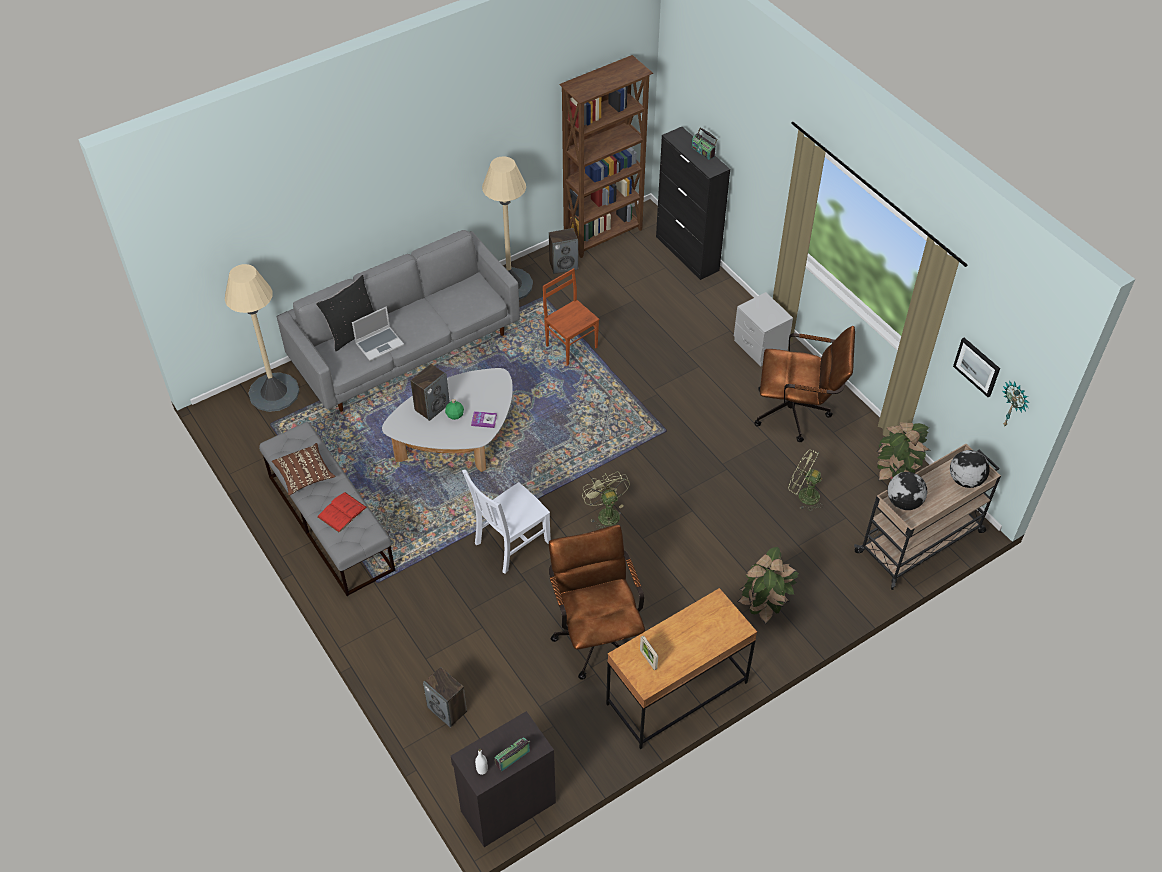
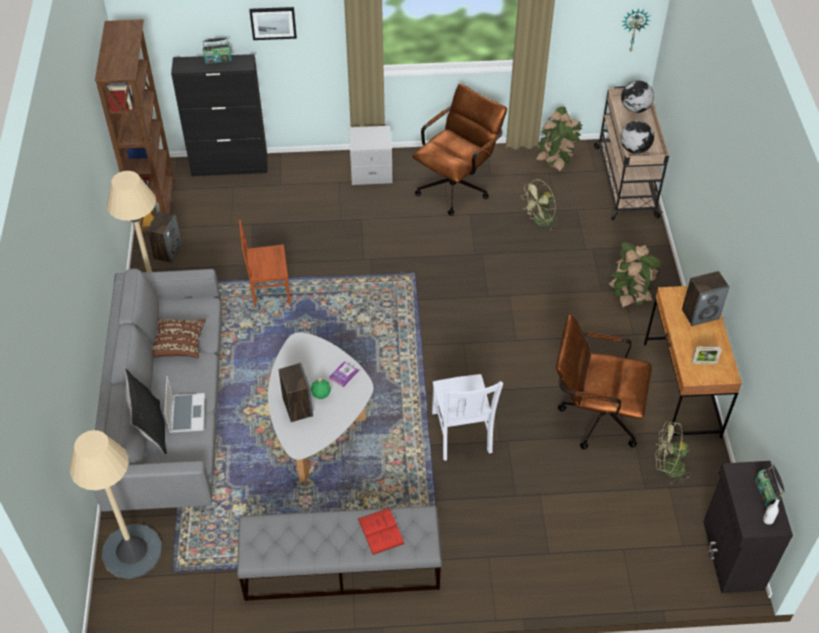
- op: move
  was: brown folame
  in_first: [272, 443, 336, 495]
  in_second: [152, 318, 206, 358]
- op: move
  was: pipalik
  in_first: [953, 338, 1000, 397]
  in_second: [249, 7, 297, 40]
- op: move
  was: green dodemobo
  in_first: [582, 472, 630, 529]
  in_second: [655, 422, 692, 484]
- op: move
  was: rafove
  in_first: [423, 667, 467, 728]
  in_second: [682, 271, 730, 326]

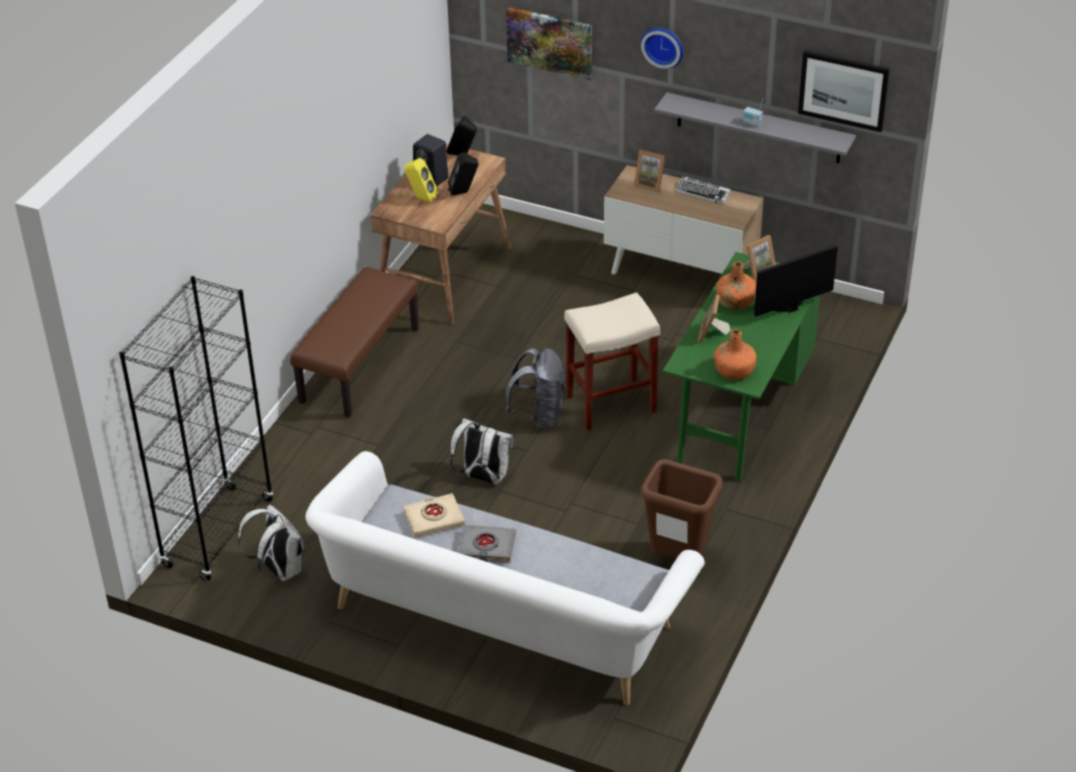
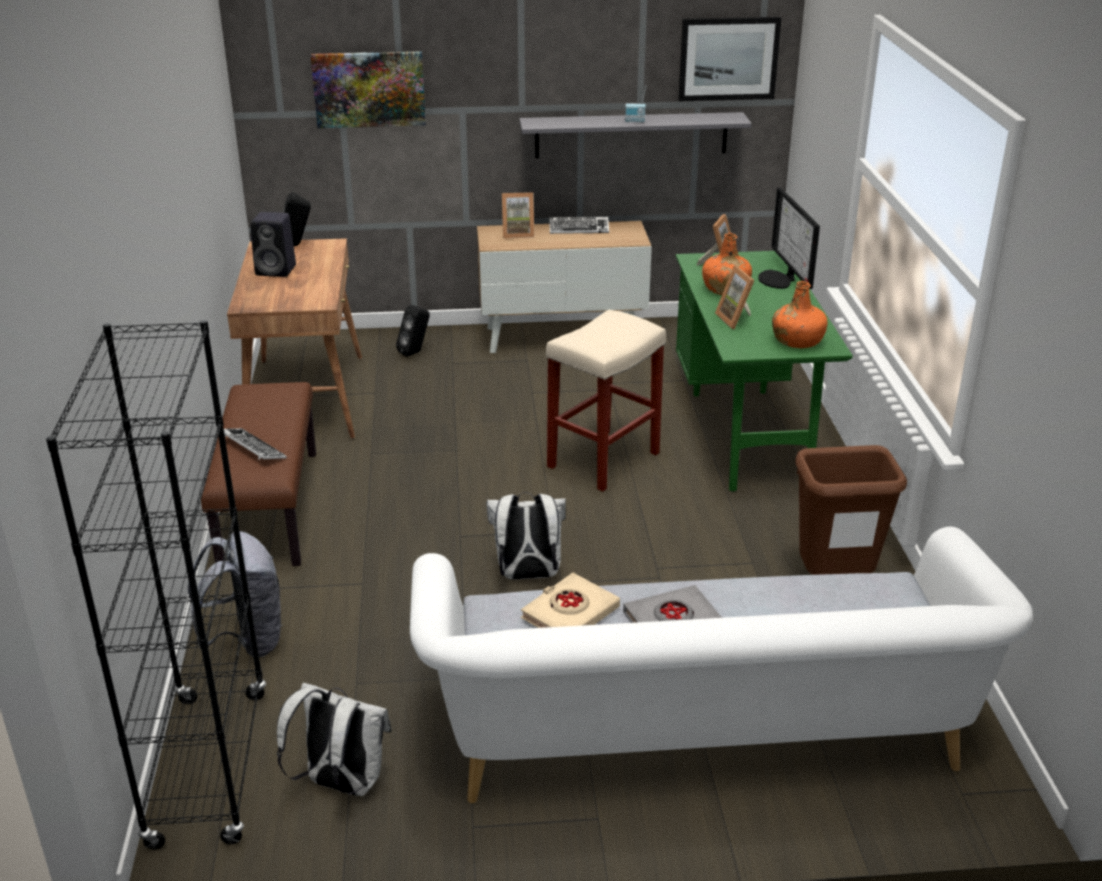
- op: move
  was: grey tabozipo
  in_first: [505, 348, 566, 430]
  in_second: [188, 531, 283, 657]
- op: insert
  now: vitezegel
  in_second: [224, 428, 287, 460]
- op: move
  was: black rafove
  in_first: [448, 152, 478, 196]
  in_second: [396, 305, 430, 357]
- op: rotate
  was: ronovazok
  in_first: [754, 245, 838, 317]
  in_second: [758, 188, 820, 289]
  clockwise: -45
- op: delete
  was: yellow rafove
  in_first: [404, 158, 438, 203]
- op: delete
  was: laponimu
  in_first: [641, 27, 683, 69]

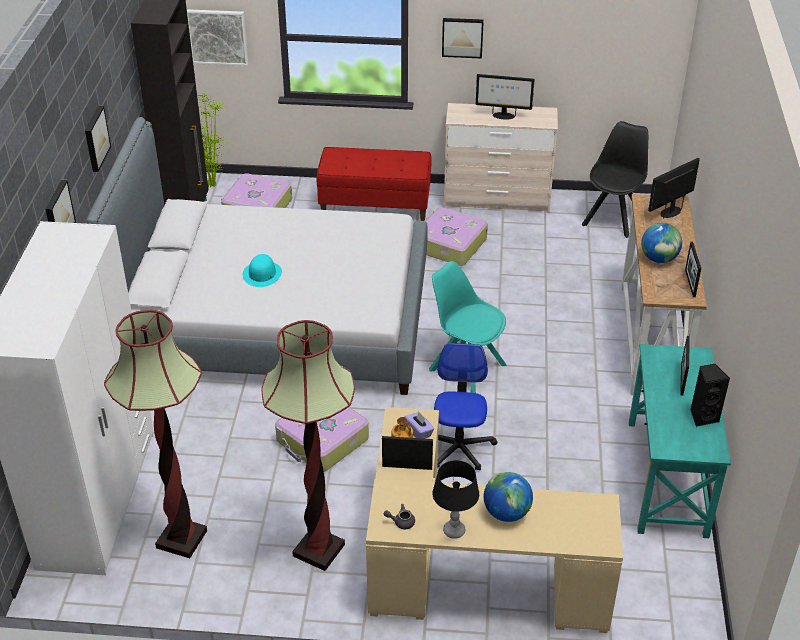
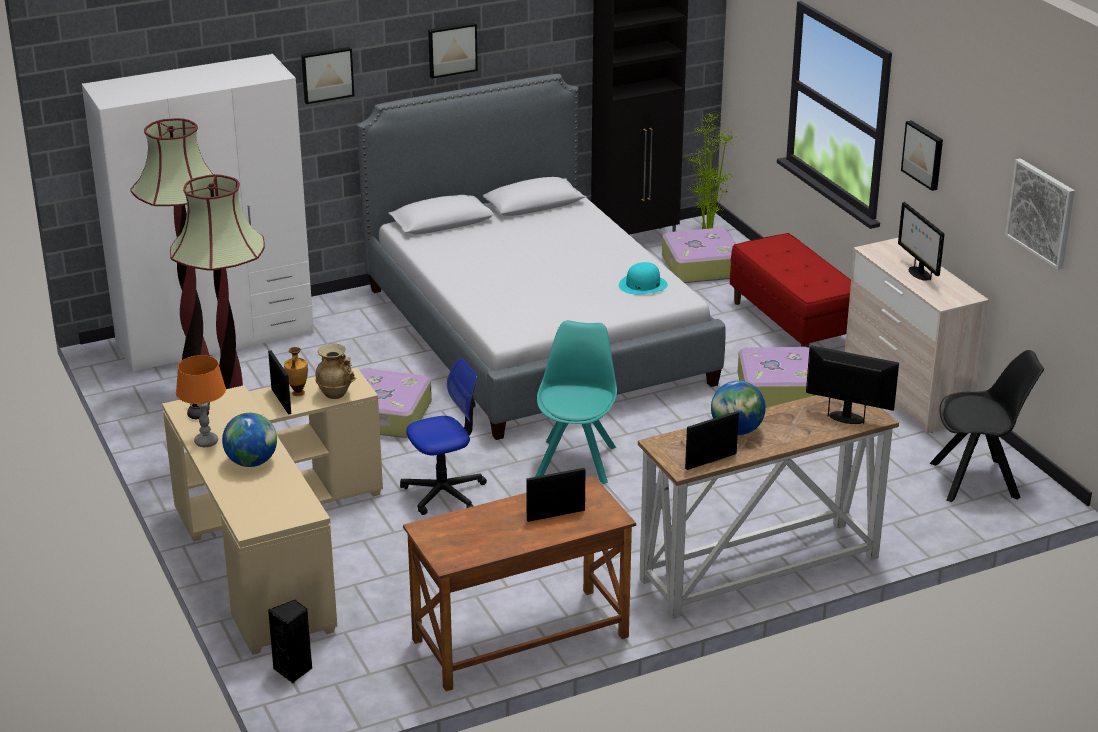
- op: recolor
  was: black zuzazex
  now: orange zuzazex
  in_first: [432, 460, 479, 539]
  in_second: [176, 355, 226, 447]
- op: move
  was: black rafove
  in_first: [690, 363, 730, 427]
  in_second: [268, 600, 312, 683]
- op: replace
  was: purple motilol
  now: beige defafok
  in_first: [404, 412, 434, 439]
  in_second: [315, 344, 356, 399]
- op: recolor
  was: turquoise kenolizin
  now: brown kenolizin
  in_first: [629, 344, 731, 538]
  in_second: [403, 475, 636, 691]
- op: move
  was: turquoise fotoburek
  in_first: [243, 254, 282, 287]
  in_second: [619, 262, 668, 294]
- op: move
  was: pipalik
  in_first: [187, 9, 248, 66]
  in_second: [1005, 158, 1075, 270]

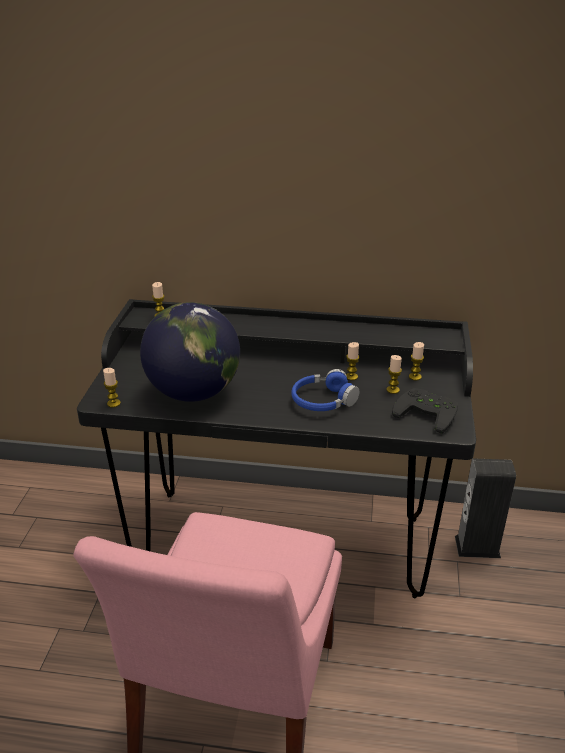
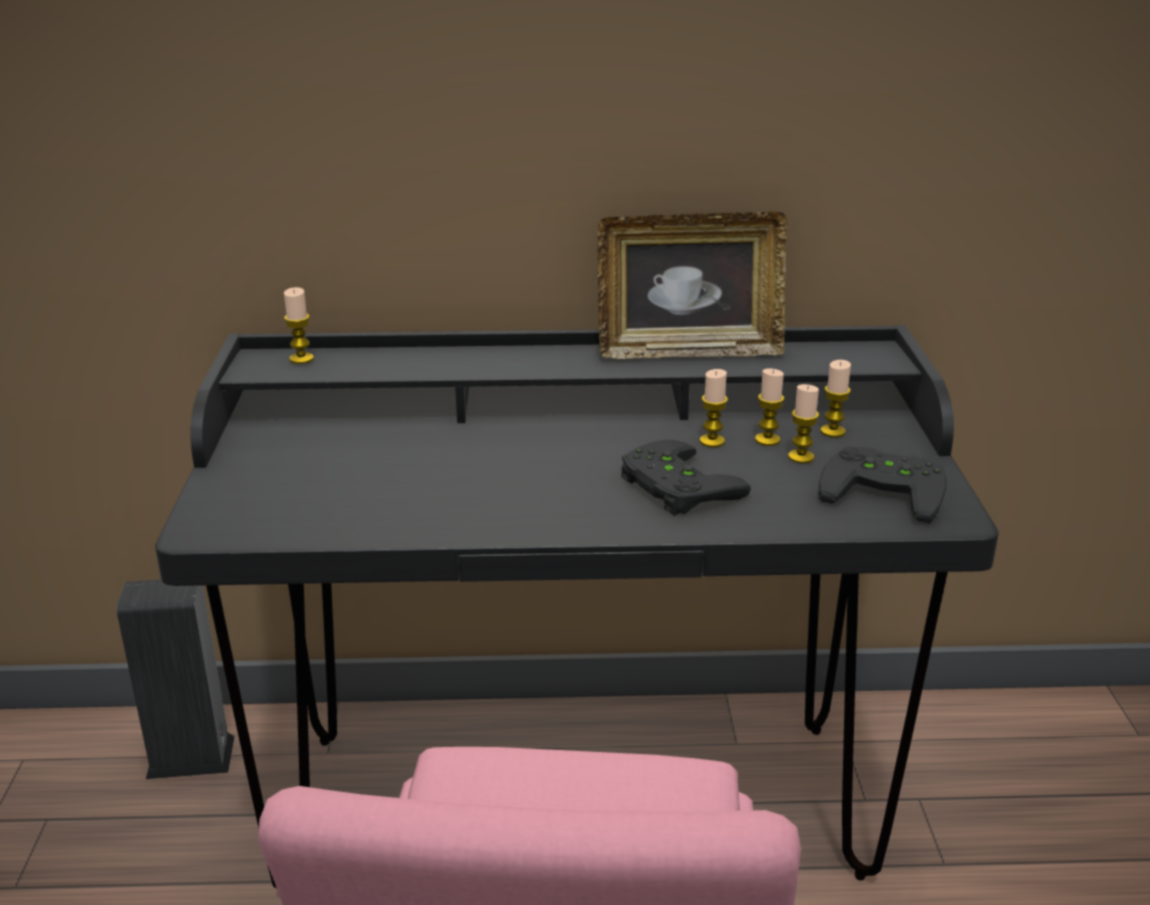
- op: move
  was: rafove
  in_first: [455, 458, 516, 558]
  in_second: [117, 580, 235, 779]
- op: insert
  now: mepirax
  in_second: [597, 212, 787, 359]
- op: replace
  was: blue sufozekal
  now: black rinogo
  in_first: [292, 369, 359, 411]
  in_second: [621, 440, 751, 516]
- op: move
  was: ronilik
  in_first: [103, 368, 121, 408]
  in_second: [755, 368, 784, 446]
- op: delete
  was: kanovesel
  in_first: [140, 302, 240, 402]

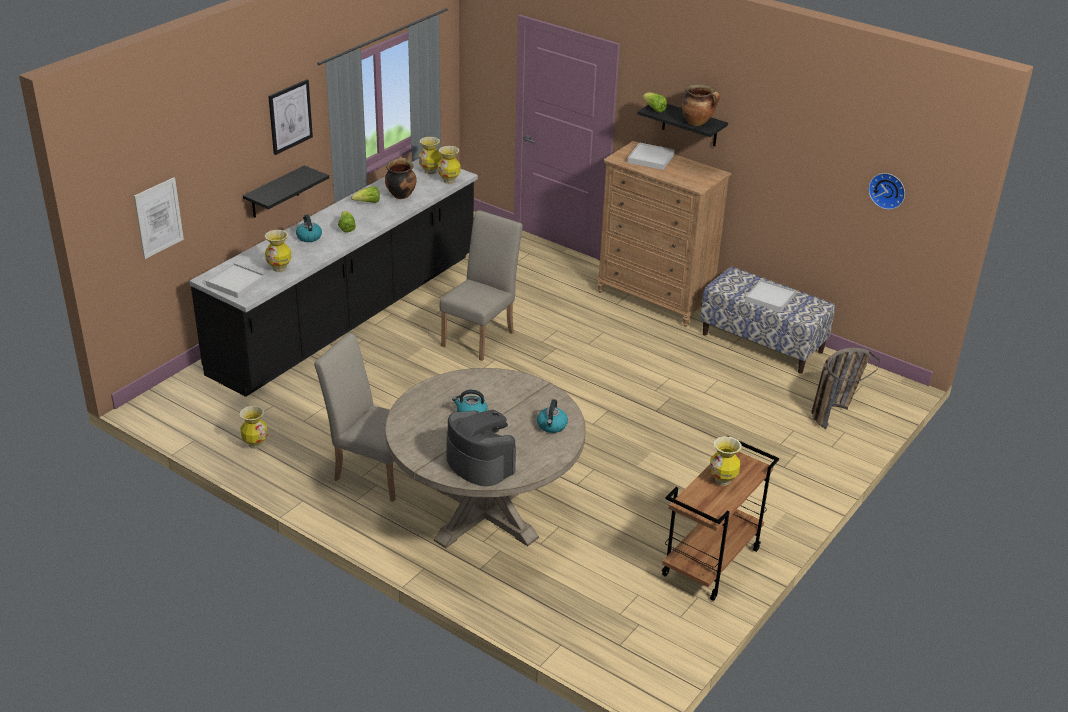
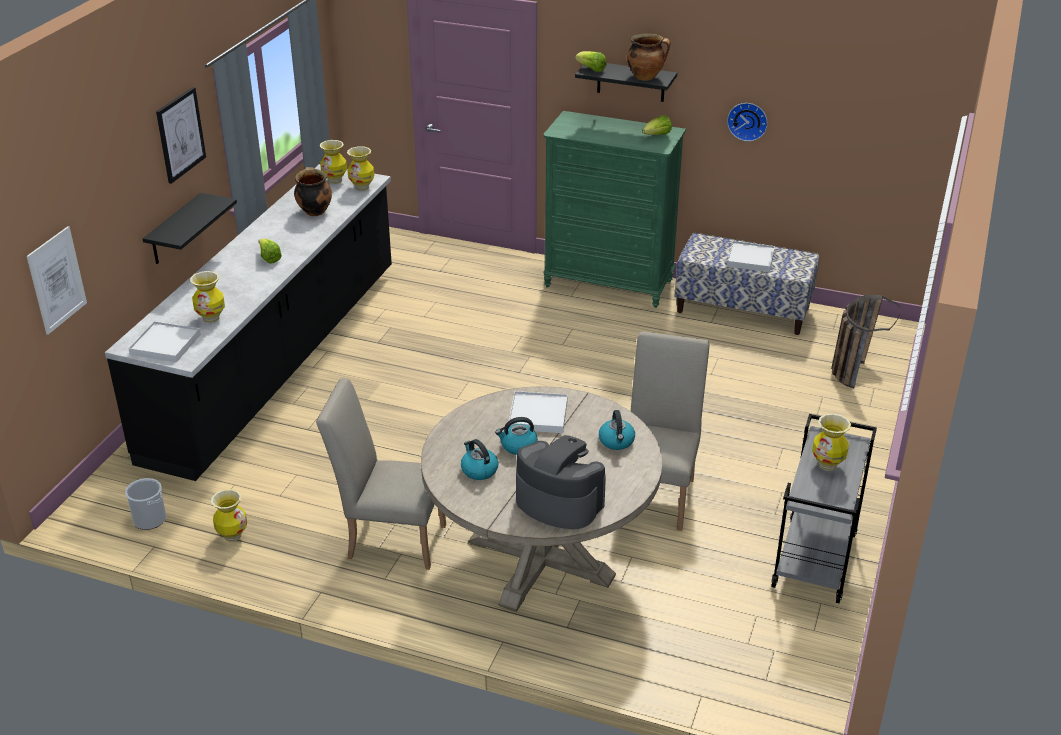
- op: insert
  now: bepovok
  in_second: [125, 478, 166, 530]
- op: move
  was: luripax
  in_first: [296, 214, 322, 242]
  in_second: [461, 439, 499, 480]
- op: move
  was: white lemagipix
  in_first: [627, 143, 675, 170]
  in_second: [509, 391, 568, 433]
- op: recolor
  was: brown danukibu
  now: green danukibu
  in_first: [597, 141, 731, 327]
  in_second: [543, 111, 686, 308]
- op: move
  was: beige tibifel
  in_first: [440, 210, 523, 361]
  in_second: [631, 331, 710, 531]
- op: move
  was: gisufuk
  in_first: [351, 186, 380, 203]
  in_second: [642, 115, 672, 135]
- op: move
  was: laponimu
  in_first: [868, 173, 905, 210]
  in_second: [727, 103, 768, 141]
- op: recolor
  was: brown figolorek
  now: grey figolorek
  in_first: [661, 436, 779, 601]
  in_second: [771, 414, 877, 604]

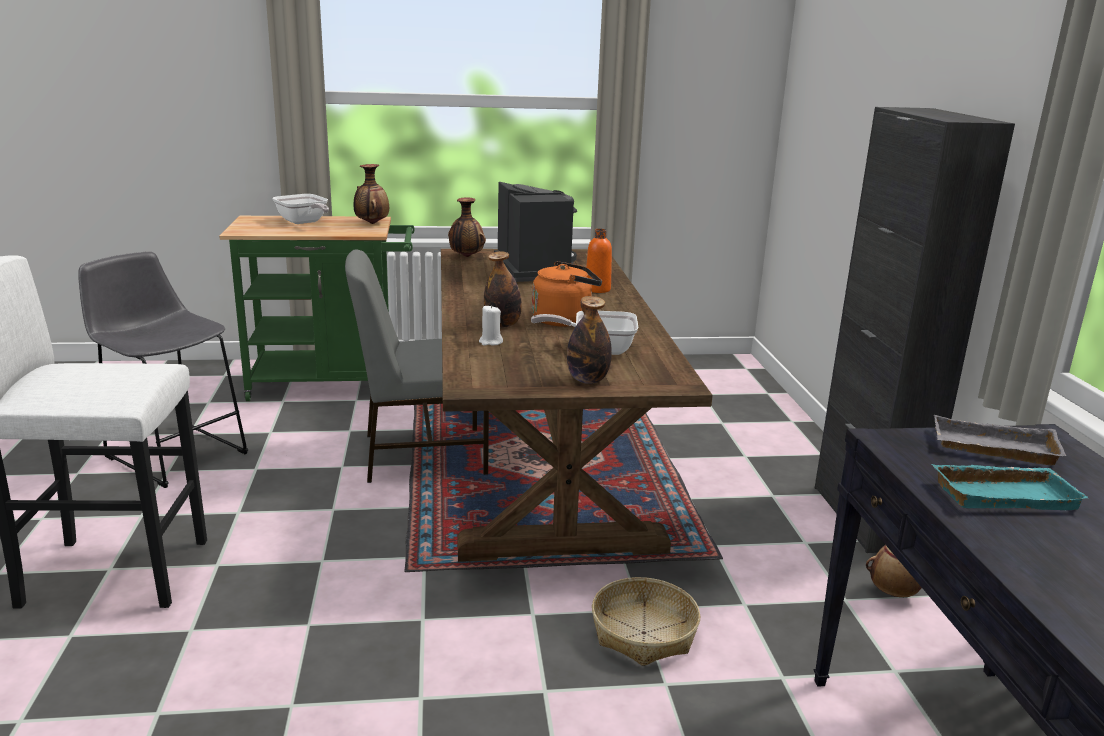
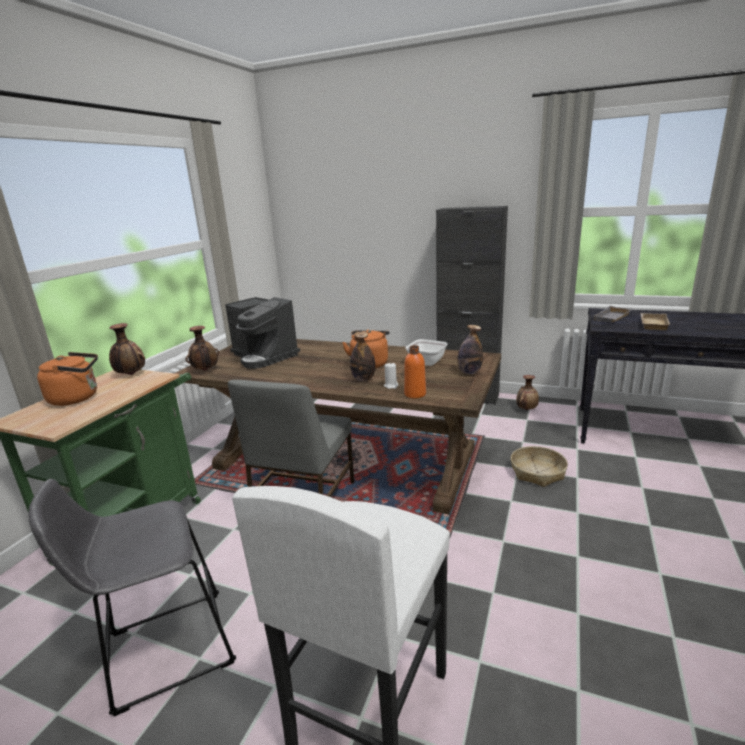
- op: replace
  was: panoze
  now: orange luripax
  in_first: [272, 194, 329, 224]
  in_second: [37, 352, 98, 406]
- op: rotate
  was: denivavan
  in_first: [494, 182, 577, 282]
  in_second: [225, 297, 300, 369]
  clockwise: -150
- op: move
  was: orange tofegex
  in_first: [586, 229, 612, 293]
  in_second: [404, 345, 426, 398]
- op: recolor
  was: turquoise lemagipix
  now: beige lemagipix
  in_first: [932, 464, 1088, 510]
  in_second: [640, 313, 670, 330]

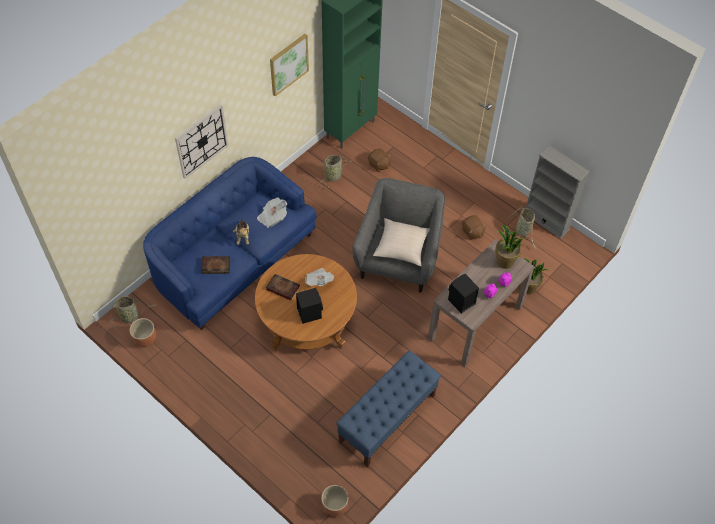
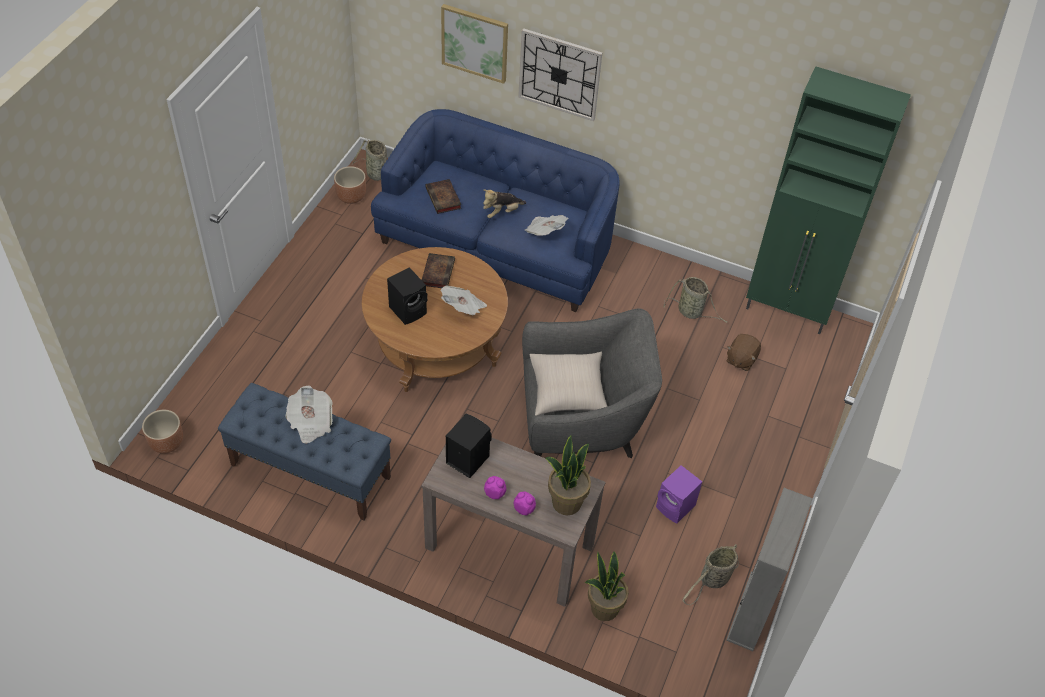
- op: insert
  now: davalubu
  in_second: [285, 386, 333, 444]
- op: move
  was: pipalik
  in_first: [270, 34, 309, 96]
  in_second: [441, 4, 508, 84]
- op: replace
  was: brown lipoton
  now: purple rafove
  in_first: [462, 216, 486, 240]
  in_second: [656, 465, 702, 523]

